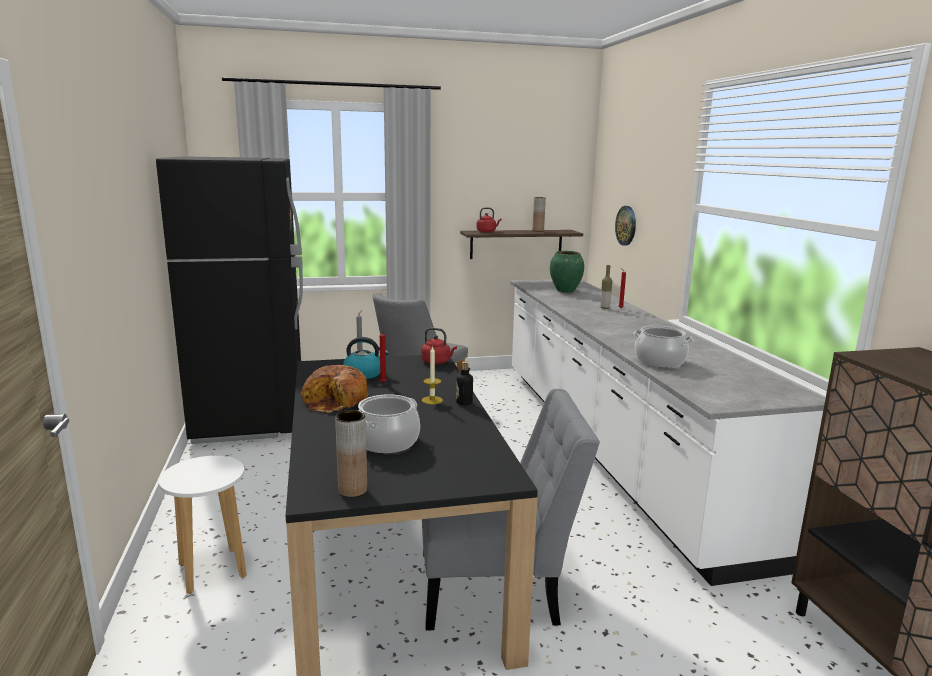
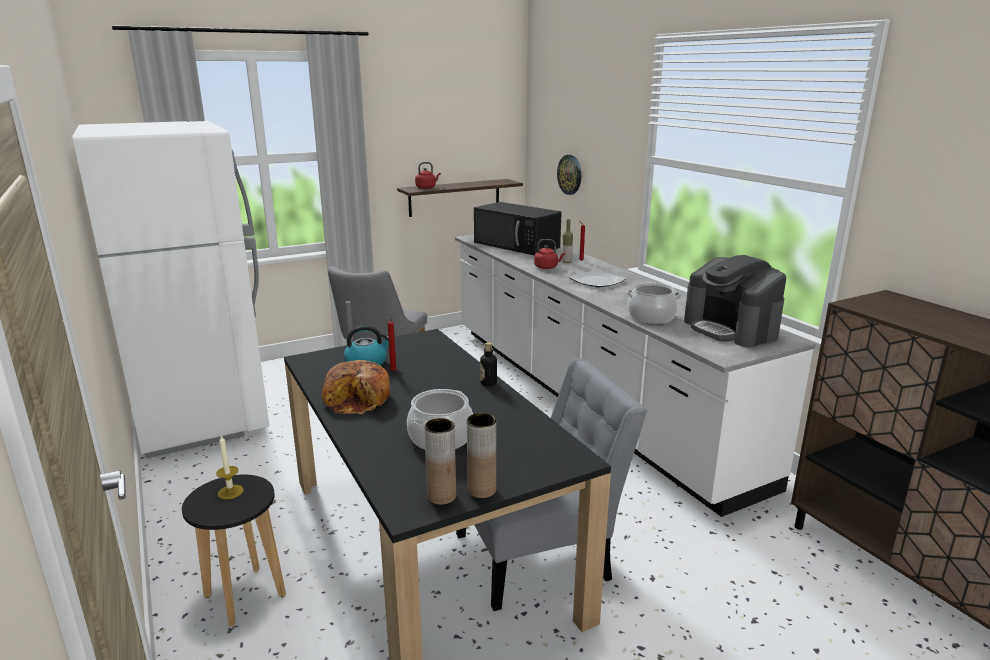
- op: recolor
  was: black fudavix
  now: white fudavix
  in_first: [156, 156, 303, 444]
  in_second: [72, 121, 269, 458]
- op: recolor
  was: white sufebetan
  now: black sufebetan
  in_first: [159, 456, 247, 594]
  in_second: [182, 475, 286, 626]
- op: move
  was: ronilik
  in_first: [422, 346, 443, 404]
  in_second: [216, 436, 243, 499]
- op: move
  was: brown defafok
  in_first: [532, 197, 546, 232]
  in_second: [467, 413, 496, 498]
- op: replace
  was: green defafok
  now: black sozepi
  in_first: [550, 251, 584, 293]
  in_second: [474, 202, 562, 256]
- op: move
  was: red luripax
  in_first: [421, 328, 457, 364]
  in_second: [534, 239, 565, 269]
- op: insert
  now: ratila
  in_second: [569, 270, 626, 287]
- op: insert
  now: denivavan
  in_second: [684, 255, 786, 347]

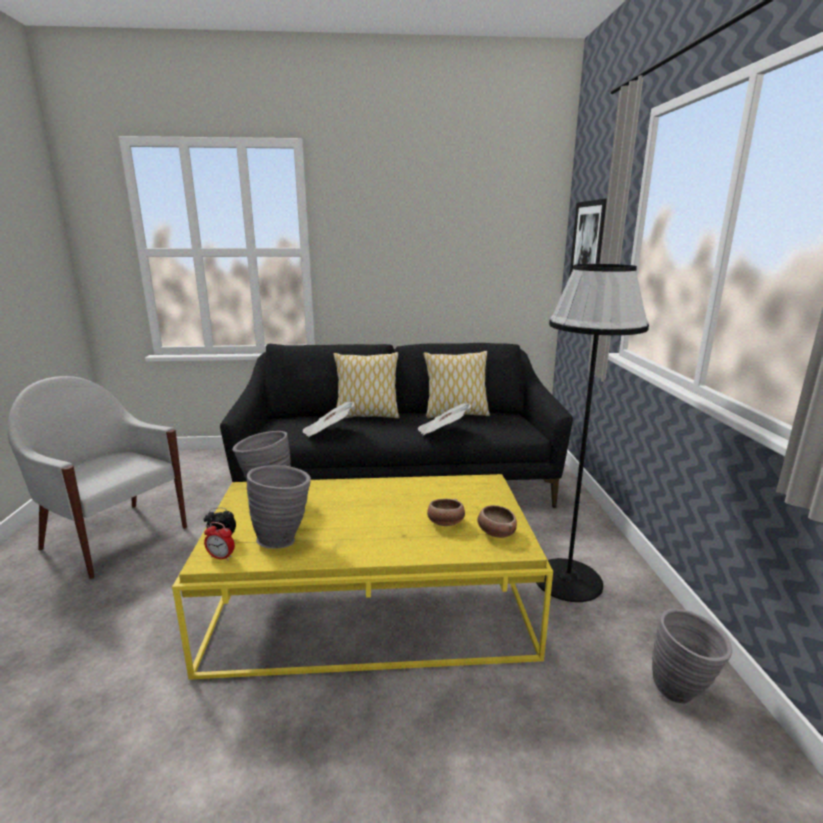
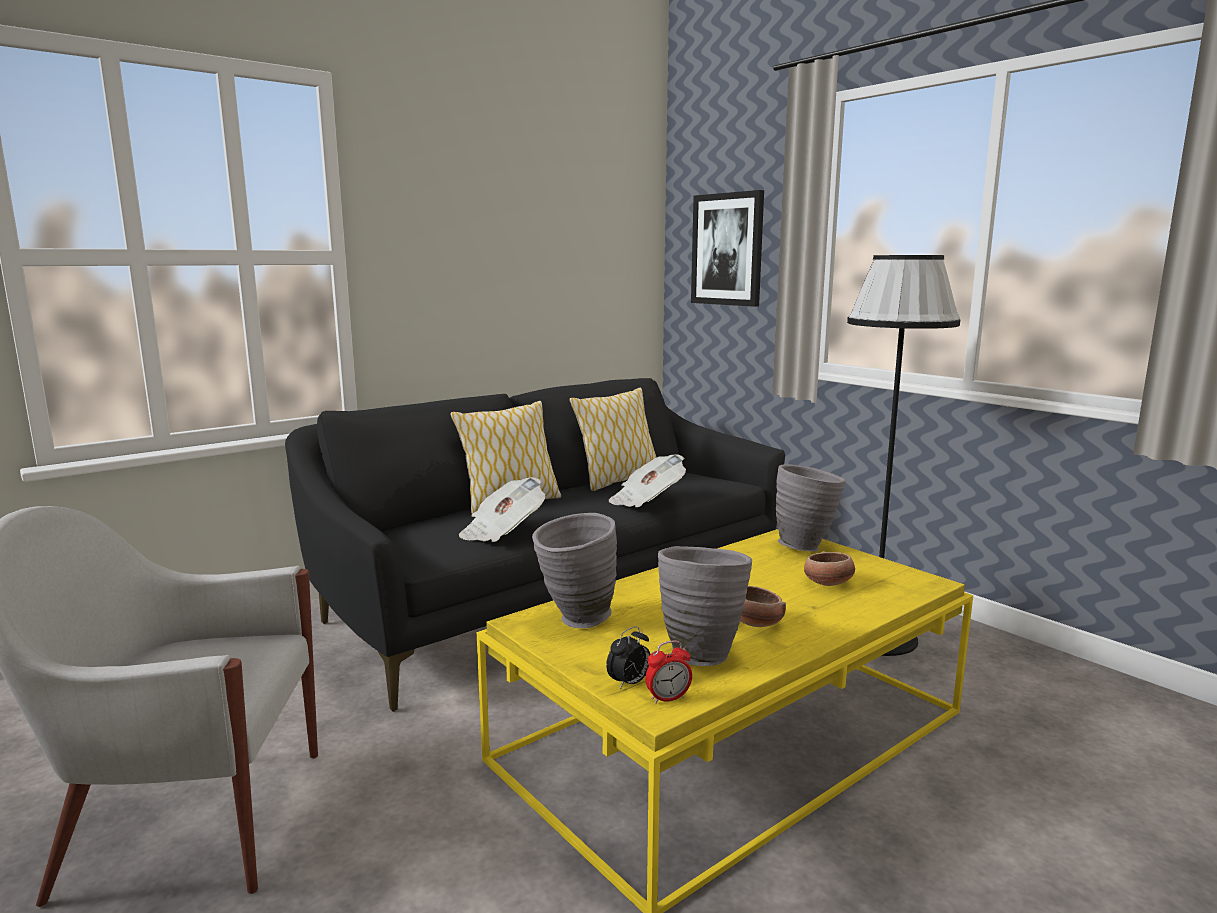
- op: move
  was: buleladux
  in_first: [477, 505, 517, 538]
  in_second: [741, 586, 786, 627]
- op: move
  was: grey defafok
  in_first: [651, 608, 732, 706]
  in_second: [776, 464, 846, 551]

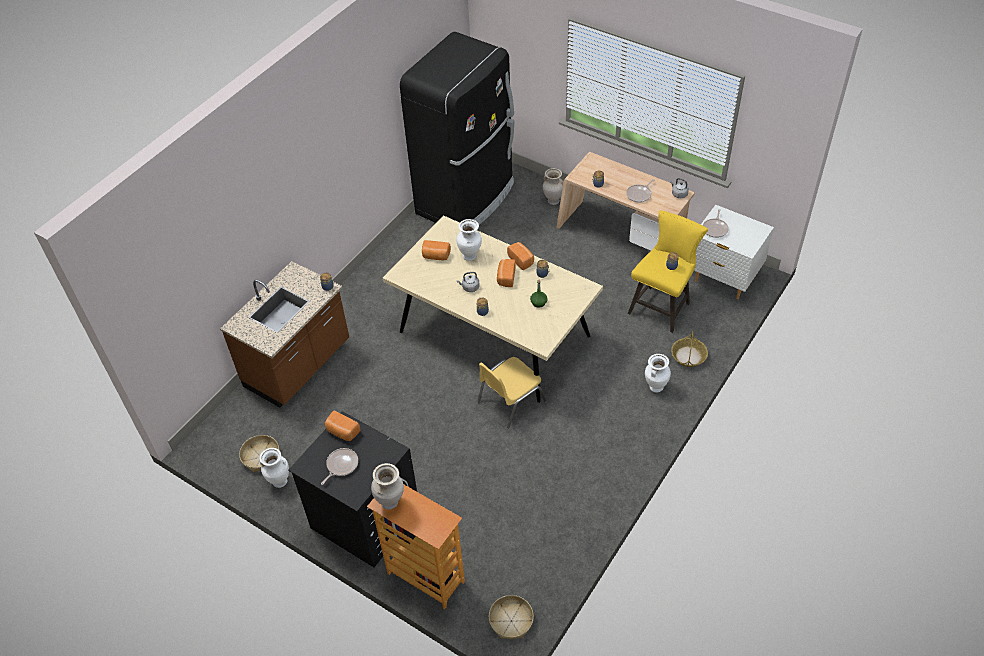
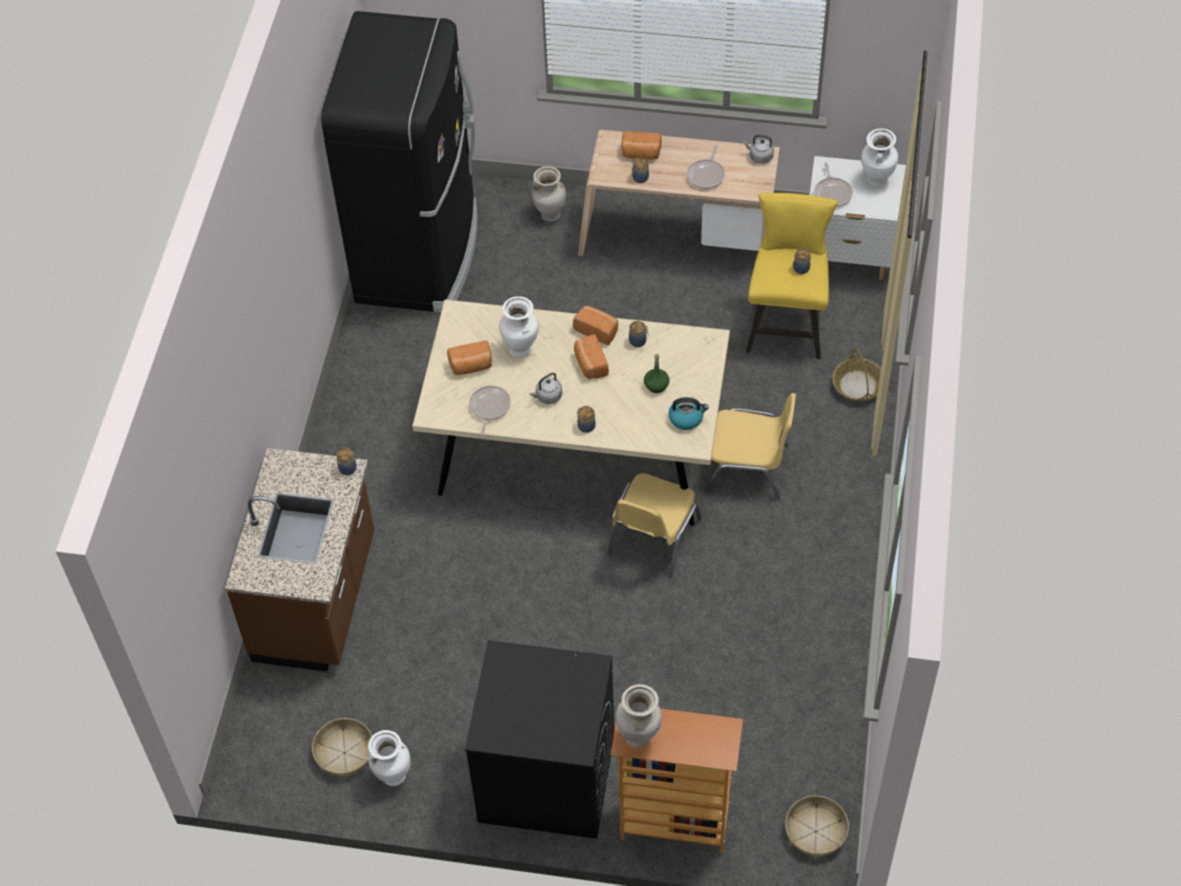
- op: move
  was: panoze
  in_first: [321, 448, 358, 485]
  in_second: [469, 386, 511, 435]
- op: move
  was: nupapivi
  in_first: [325, 411, 360, 441]
  in_second: [622, 131, 662, 160]
- op: insert
  now: luripax
  in_second: [668, 397, 709, 430]
- op: insert
  now: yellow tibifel
  in_second: [705, 393, 796, 499]
- op: move
  was: white defafok
  in_first: [645, 354, 671, 393]
  in_second: [861, 128, 898, 187]

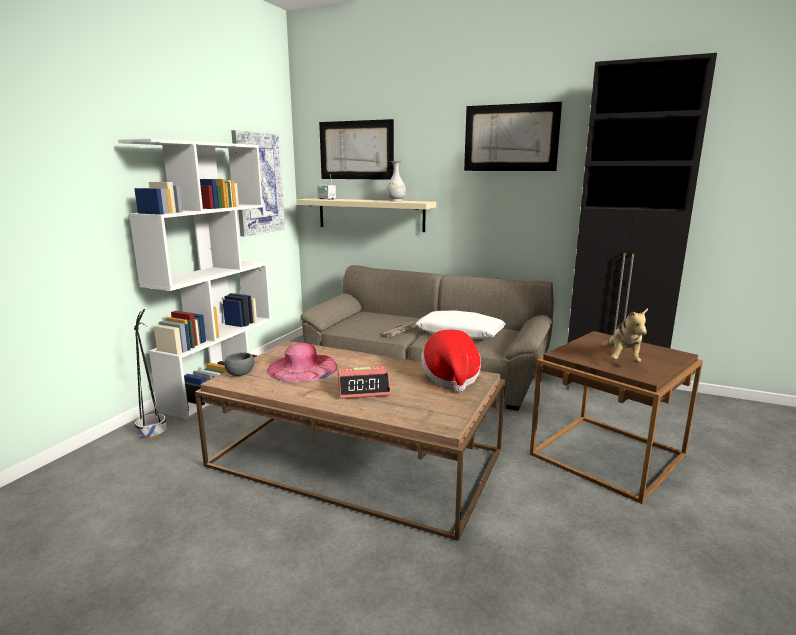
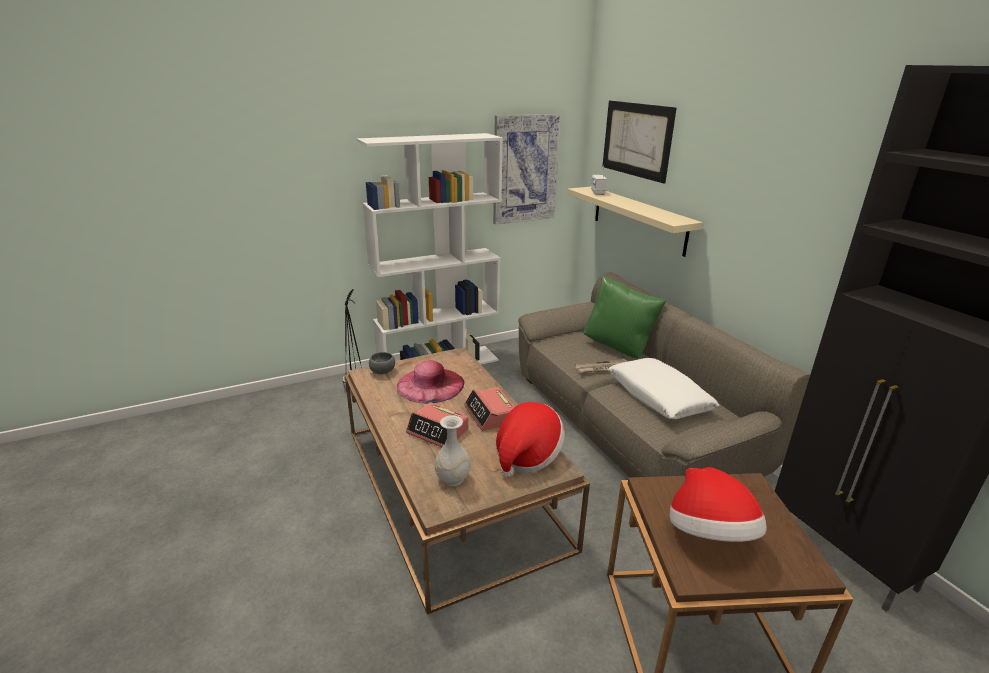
- op: move
  was: white defafok
  in_first: [386, 161, 406, 201]
  in_second: [435, 415, 470, 486]
- op: insert
  now: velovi
  in_second: [464, 387, 515, 431]
- op: insert
  now: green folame
  in_second: [584, 276, 667, 359]
- op: replace
  was: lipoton
  now: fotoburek
  in_first: [602, 308, 648, 363]
  in_second: [670, 467, 767, 542]
- op: delete
  was: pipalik
  in_first: [464, 102, 562, 171]

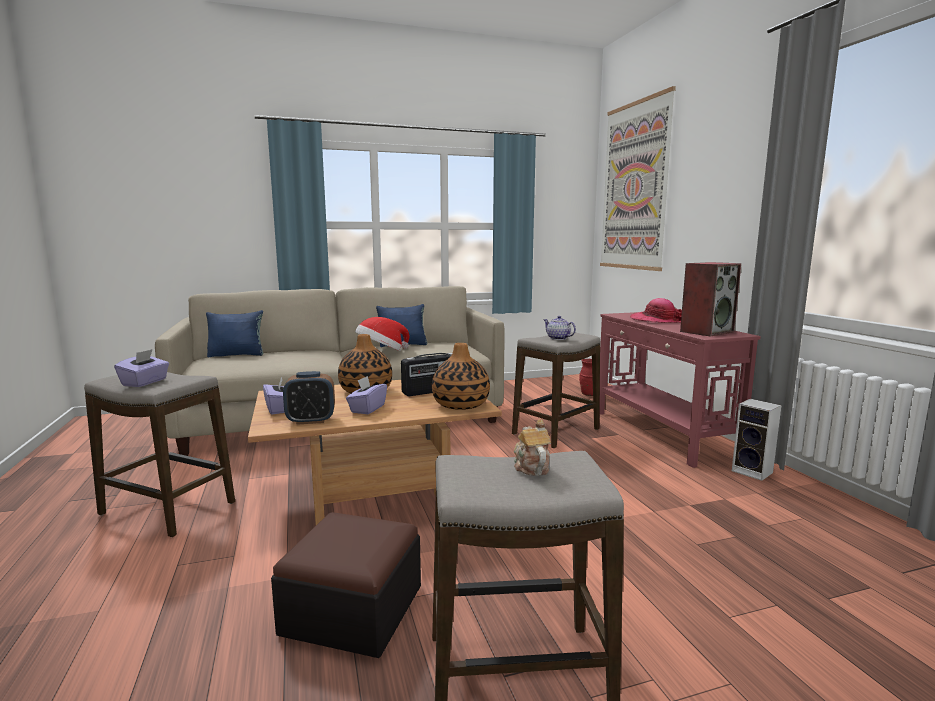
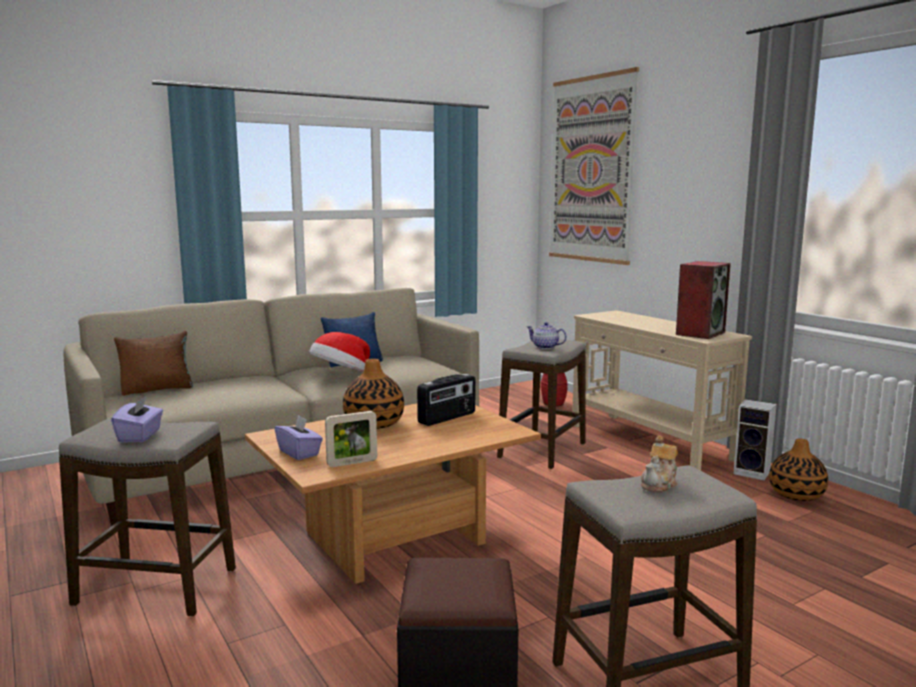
- op: recolor
  was: blue folame
  now: brown folame
  in_first: [206, 310, 263, 357]
  in_second: [114, 331, 193, 396]
- op: replace
  was: velovi
  now: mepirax
  in_first: [283, 371, 335, 425]
  in_second: [325, 411, 377, 467]
- op: recolor
  was: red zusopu
  now: beige zusopu
  in_first: [599, 312, 761, 468]
  in_second: [572, 310, 752, 470]
- op: rotate
  was: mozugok
  in_first: [514, 419, 551, 476]
  in_second: [641, 436, 678, 492]
  clockwise: -120
- op: move
  was: defafok
  in_first: [432, 343, 490, 410]
  in_second: [769, 439, 828, 501]
- op: delete
  was: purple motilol
  in_first: [346, 376, 387, 414]
- op: delete
  was: fotoburek
  in_first: [630, 298, 682, 323]

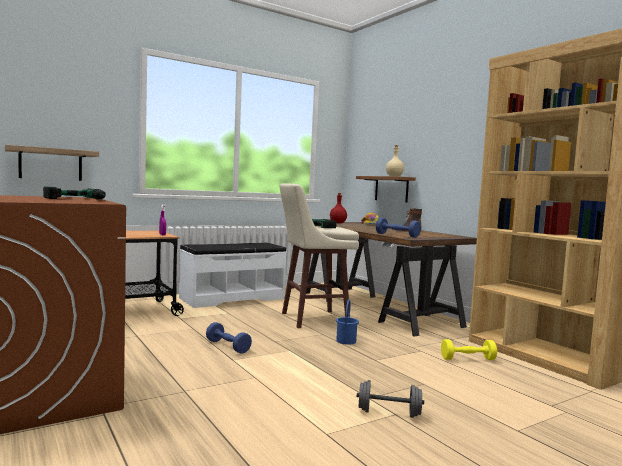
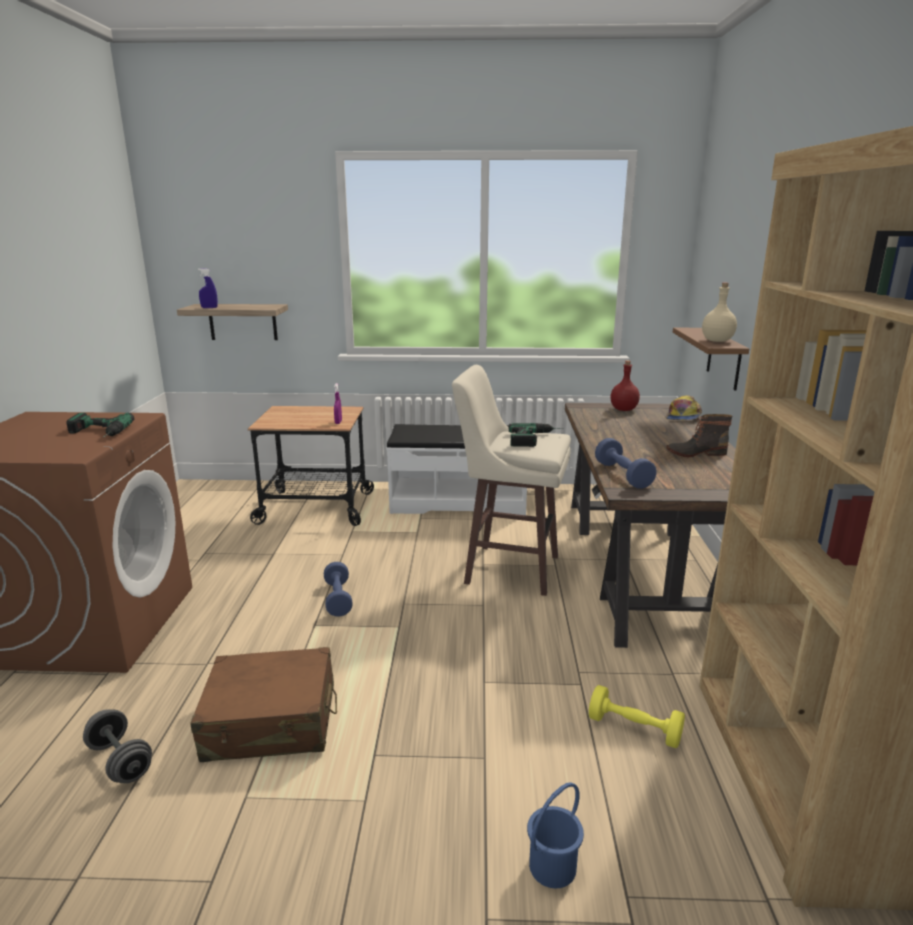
- op: move
  was: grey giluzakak
  in_first: [357, 380, 424, 418]
  in_second: [83, 709, 152, 783]
- op: insert
  now: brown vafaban
  in_second: [190, 647, 337, 762]
- op: insert
  now: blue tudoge
  in_second: [198, 268, 218, 308]
- op: move
  was: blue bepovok
  in_first: [336, 299, 359, 345]
  in_second: [527, 782, 584, 889]

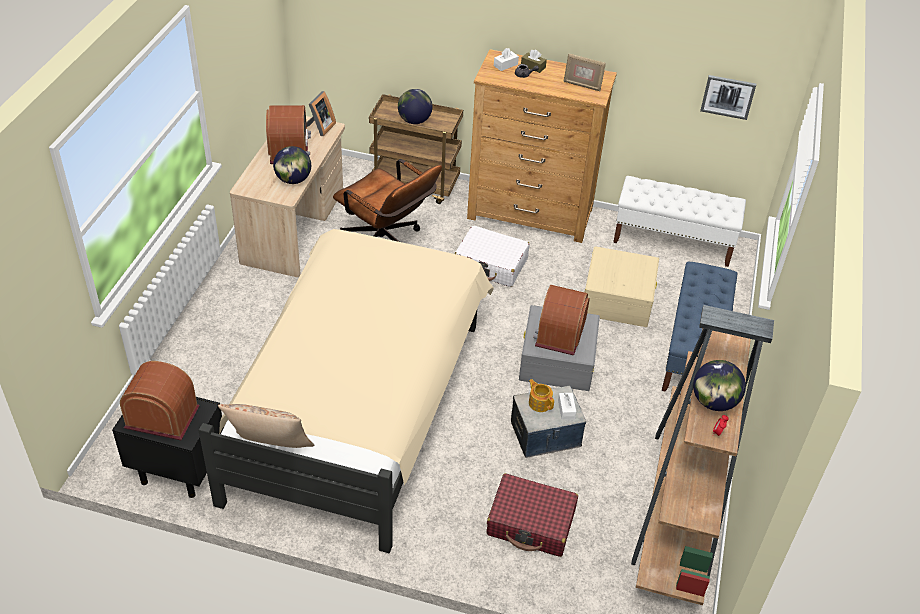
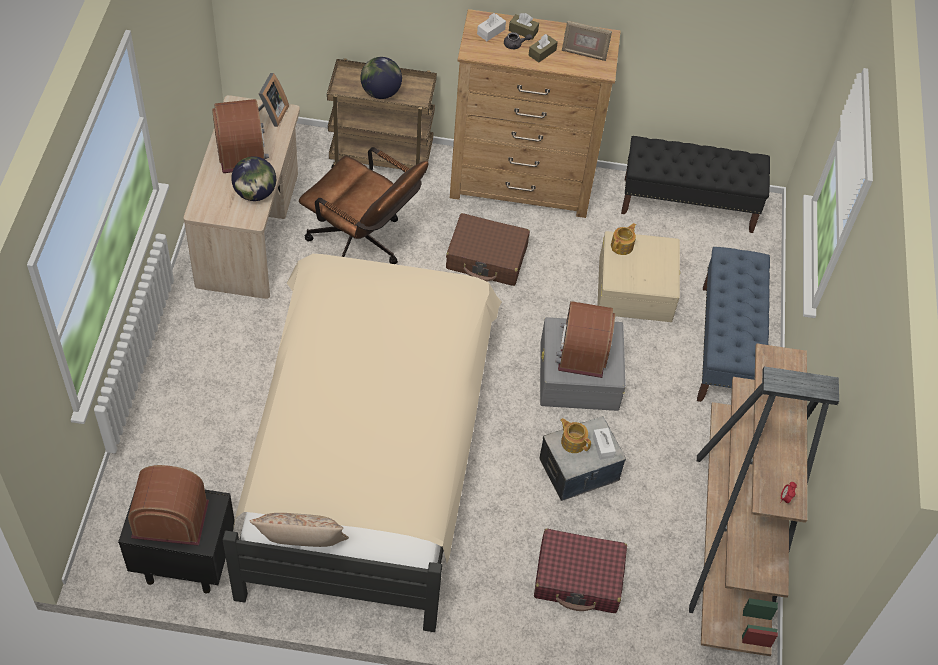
- op: recolor
  was: white vafaban
  now: brown vafaban
  in_first: [455, 225, 530, 287]
  in_second: [446, 213, 530, 286]
- op: insert
  now: brown motilol
  in_second: [529, 34, 558, 63]
- op: insert
  now: mozugok
  in_second: [611, 223, 636, 255]
- op: recolor
  was: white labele
  now: black labele
  in_first: [613, 176, 746, 267]
  in_second: [621, 136, 770, 233]
- op: delete
  was: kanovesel
  in_first: [693, 360, 746, 411]
- op: delete
  was: pipalik
  in_first: [700, 75, 756, 120]

